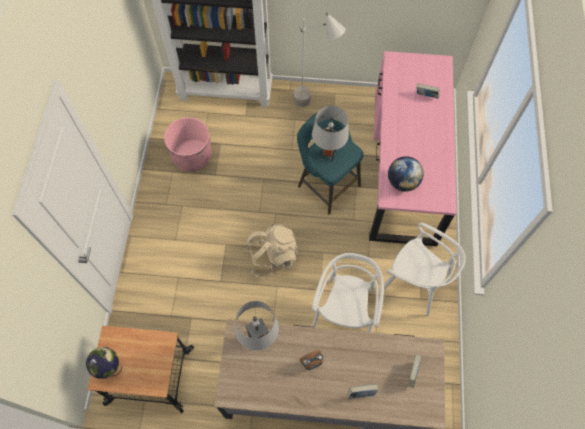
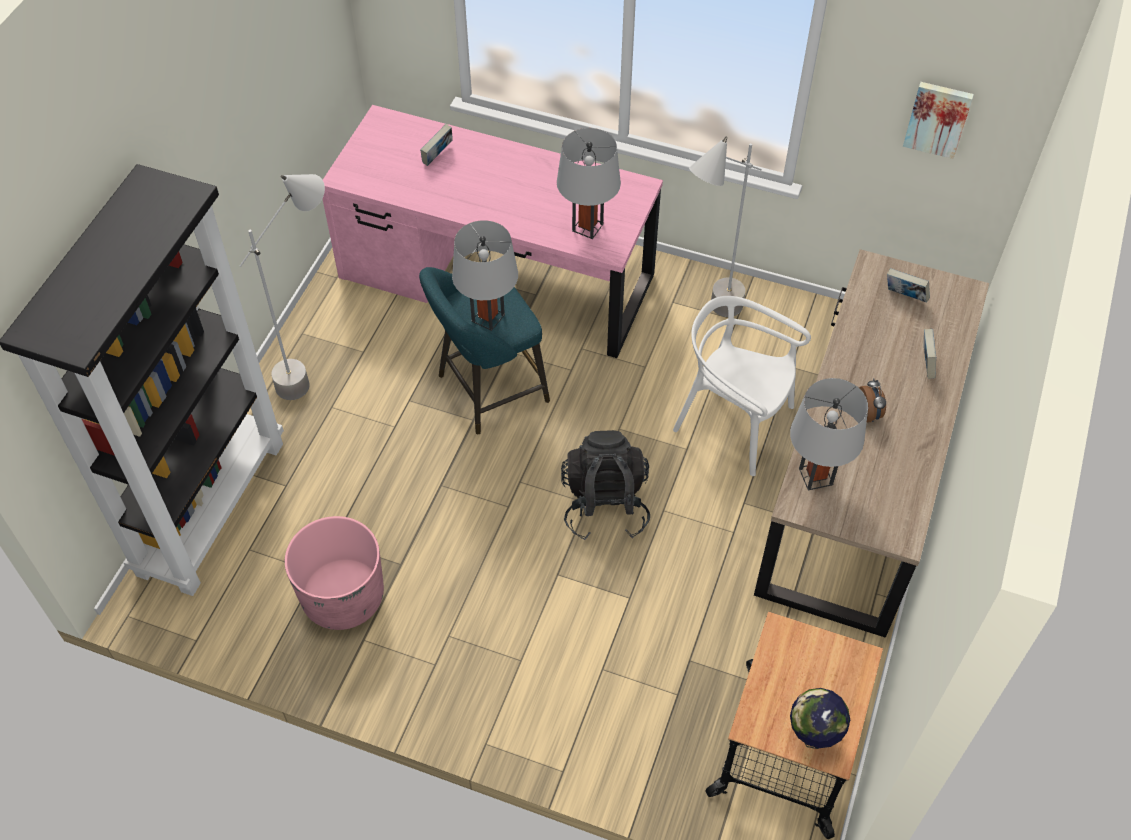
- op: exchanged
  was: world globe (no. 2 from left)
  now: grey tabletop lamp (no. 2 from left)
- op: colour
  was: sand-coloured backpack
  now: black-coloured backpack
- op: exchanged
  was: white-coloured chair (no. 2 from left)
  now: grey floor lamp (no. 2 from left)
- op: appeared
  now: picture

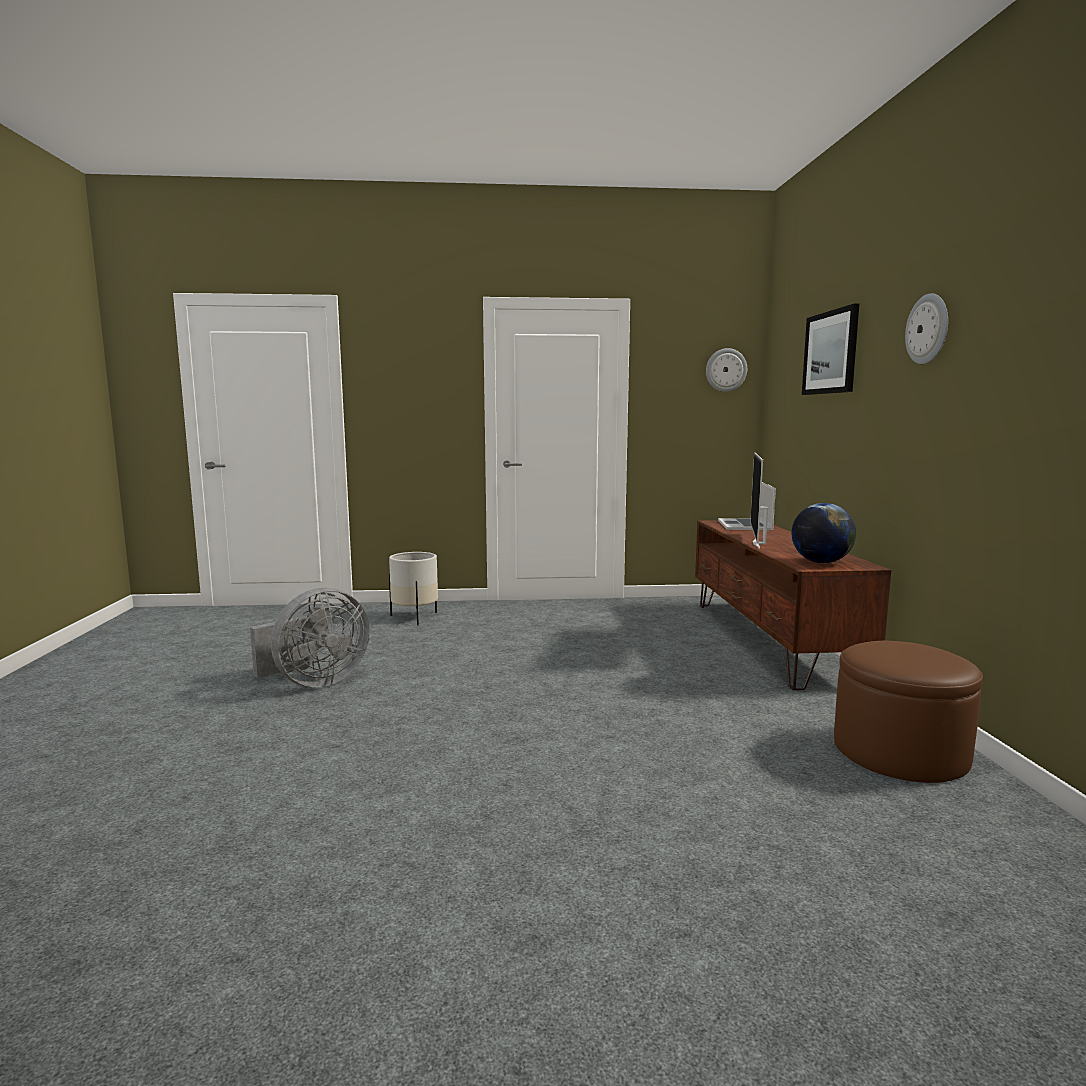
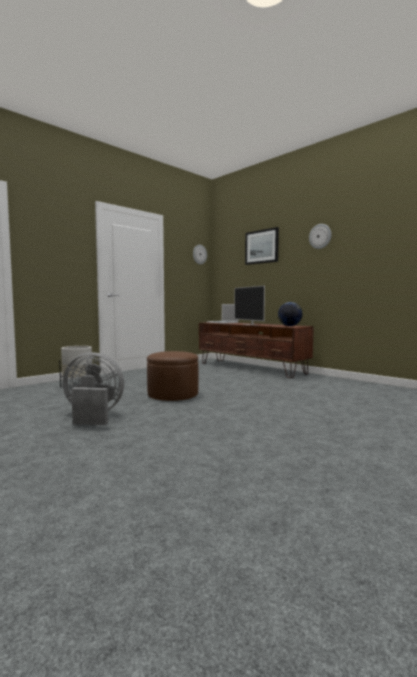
- op: spun
  was: grey fan
  clockwise: -90
- op: relocated
  was: brownish pouffe

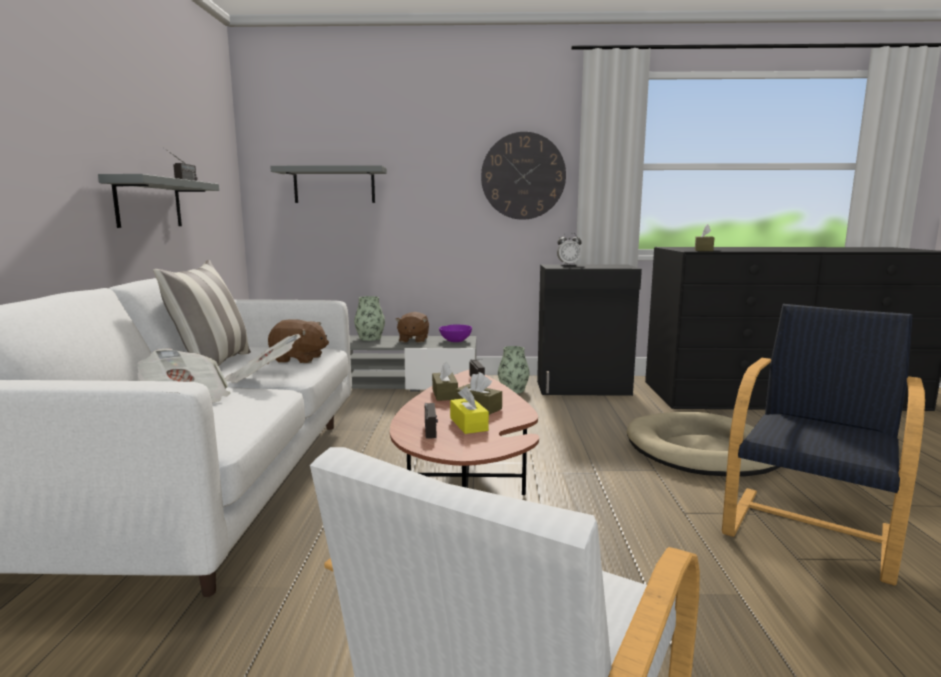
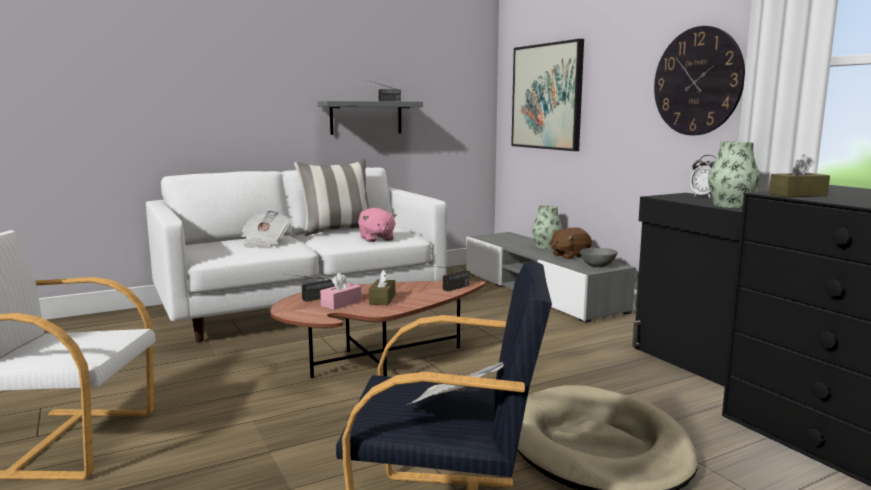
- op: colour
  was: yellow-coloured tissue box
  now: pink tissue box
- op: colour
  was: brownish soft toy (no. 1 from left)
  now: pink soft toy
- op: relocated
  was: daily paper (no. 2 from left)
- op: exchanged
  was: grey wall shelf (no. 2 from left)
  now: picture
- op: colour
  was: purple-coloured serving bowl
  now: grey serving bowl
- op: relocated
  was: decorative vase (no. 2 from left)
- op: missing
  was: brownish tissue box (no. 1 from left)

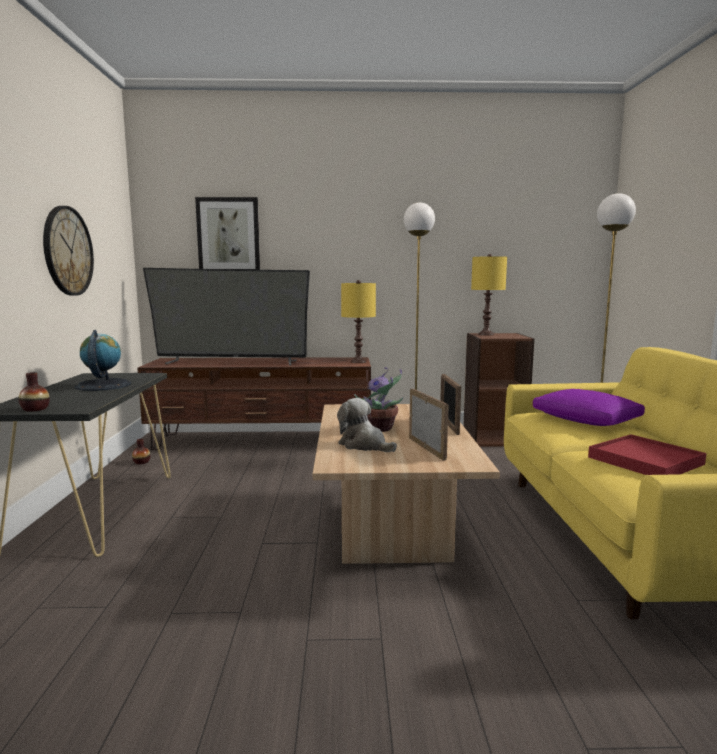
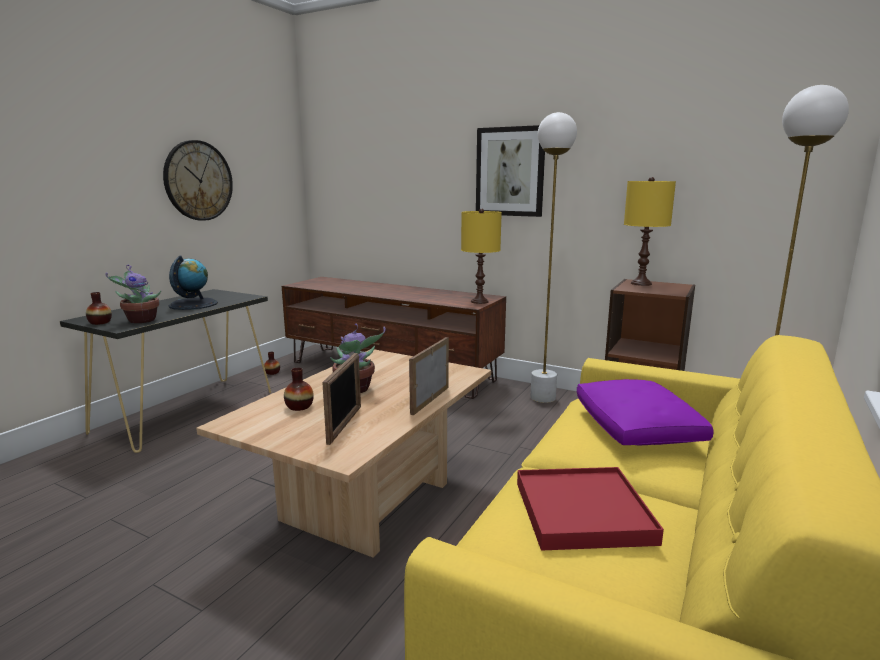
- op: appeared
  now: houseplant (no. 1 from left)
- op: exchanged
  was: soft toy
  now: decorative vase (no. 3 from left)
- op: relocated
  was: picture
- op: missing
  was: TV set

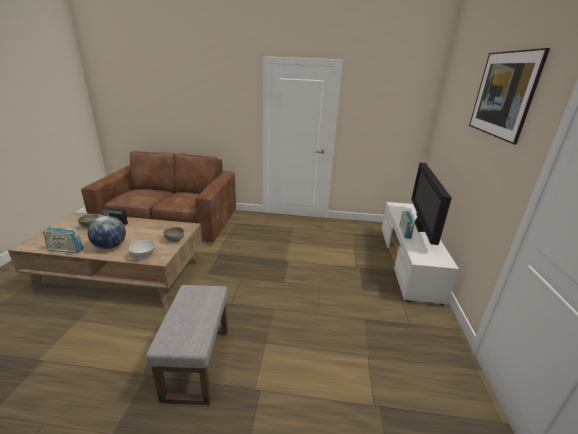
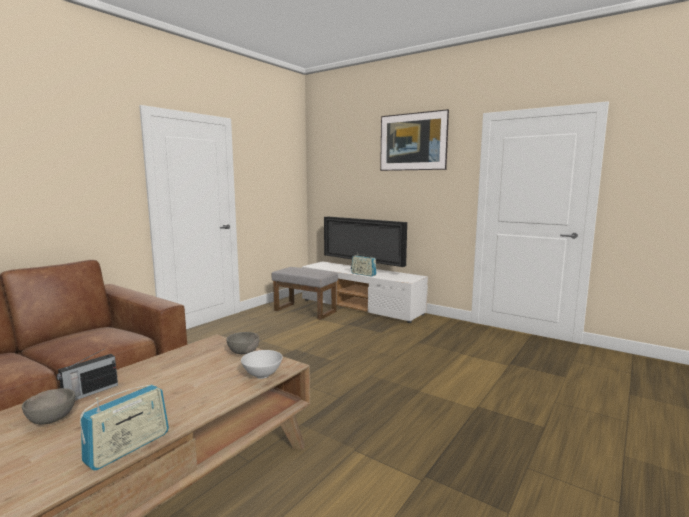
- op: relocated
  was: grey pouffe
- op: missing
  was: world globe

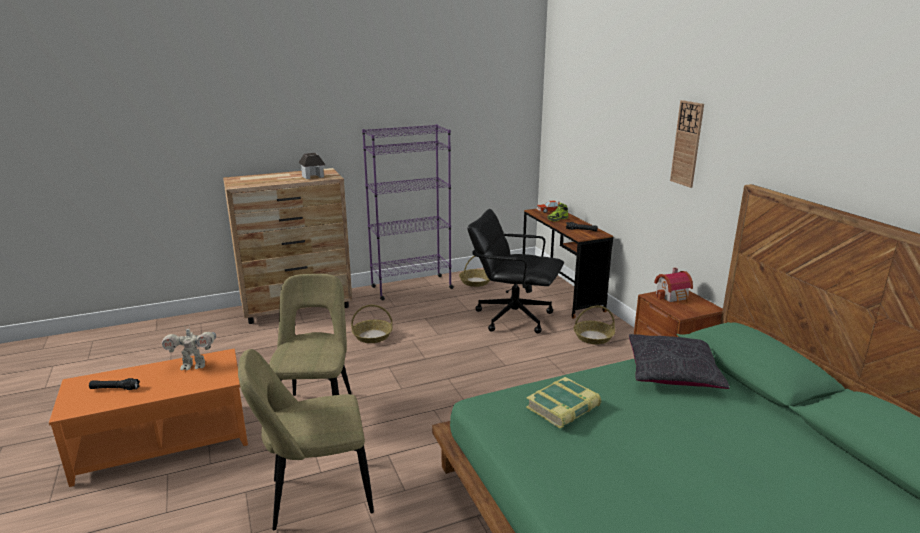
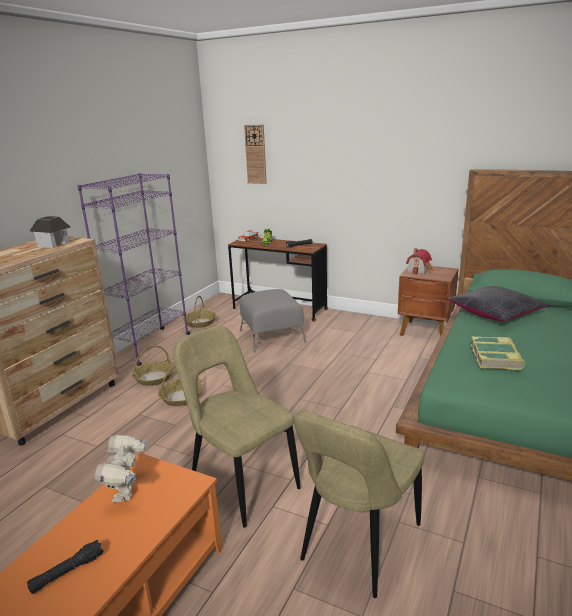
- op: spun
  was: model robot
  clockwise: 135
- op: relocated
  was: household basket (no. 3 from left in the first image)
  now: household basket (no. 1 from left)
- op: exchanged
  was: black-coloured computer chair
  now: grey pouffe
- op: relocated
  was: wall clock

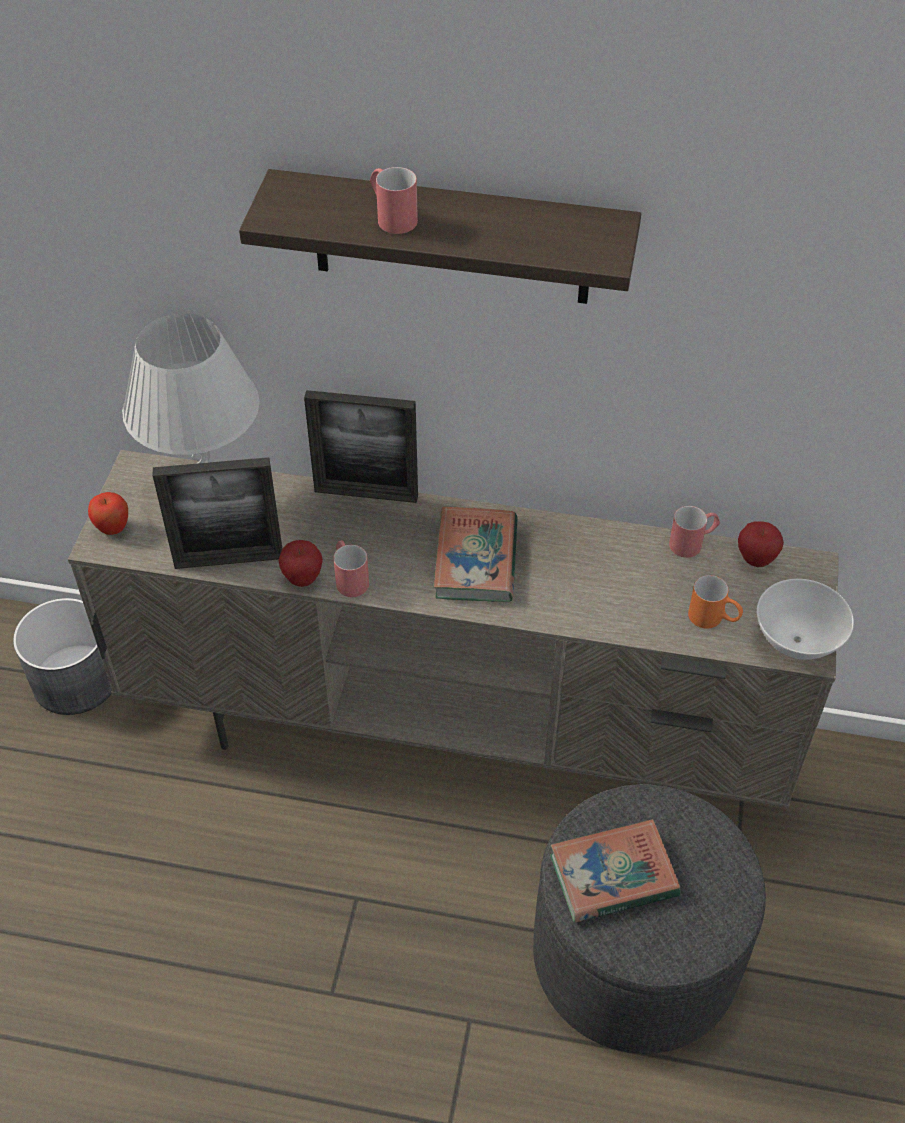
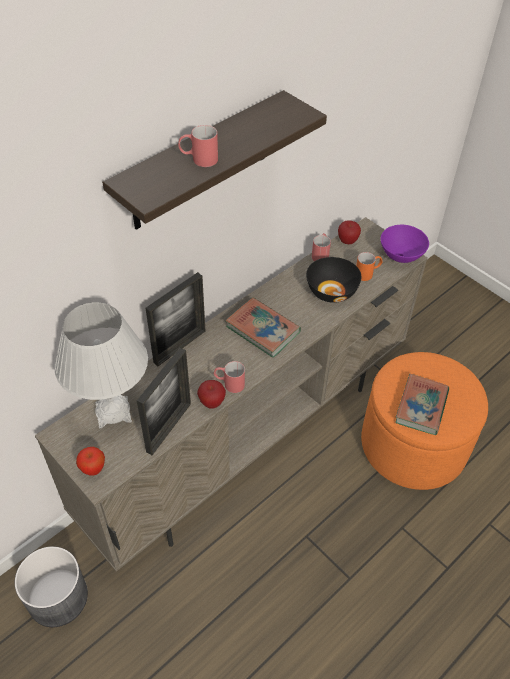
- op: appeared
  now: black-coloured serving bowl
- op: colour
  was: grey pouffe
  now: orange-coloured pouffe
- op: colour
  was: white-coloured serving bowl
  now: purple-coloured serving bowl

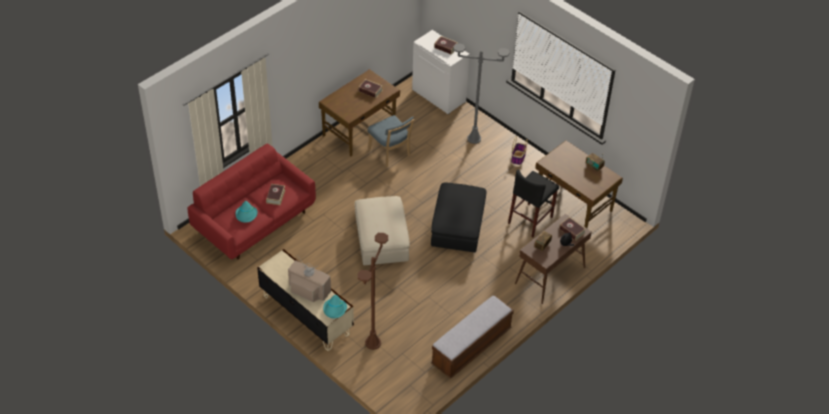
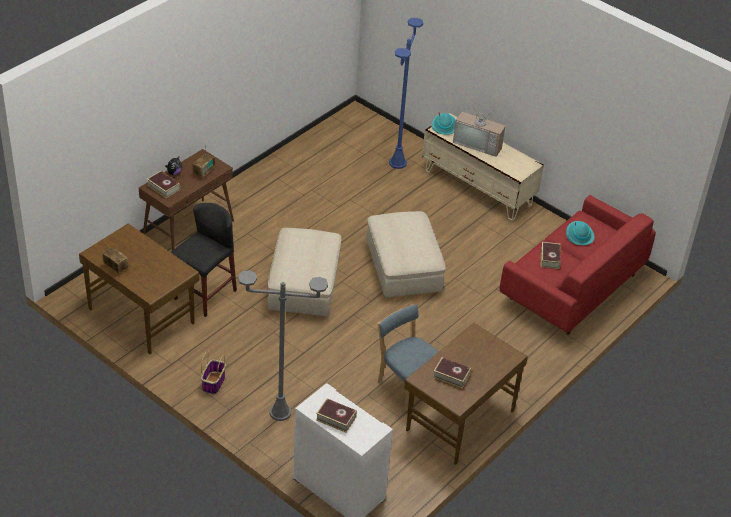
- op: colour
  was: black-coloured pouffe
  now: sand-coloured pouffe (no. 1 from left)
- op: colour
  was: brownish floor lamp
  now: blue-coloured floor lamp
- op: missing
  was: long seat

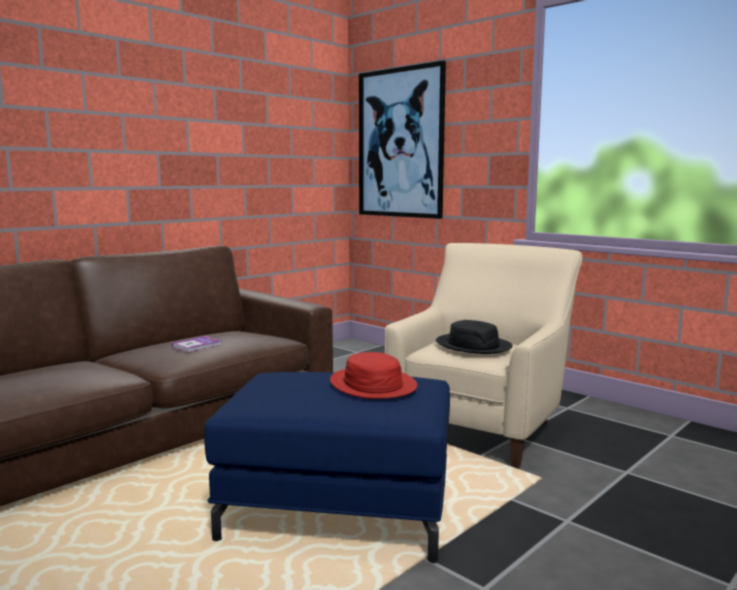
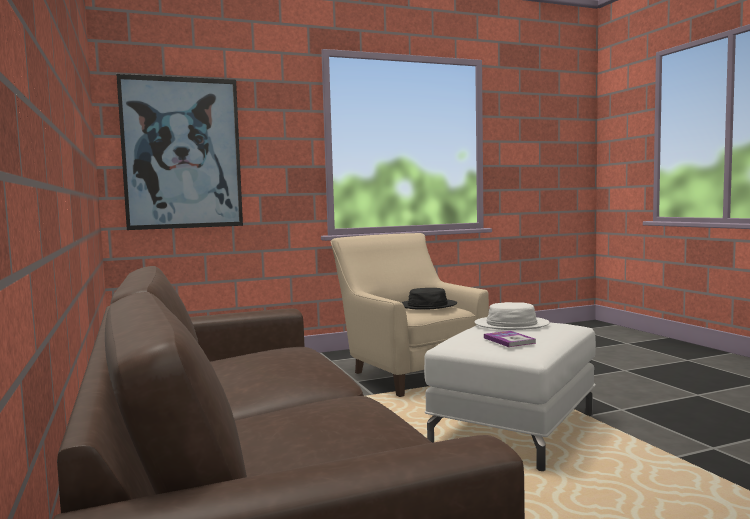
- op: colour
  was: blue-coloured pouffe
  now: white-coloured pouffe
- op: colour
  was: reddish hat
  now: white-coloured hat
- op: relocated
  was: book

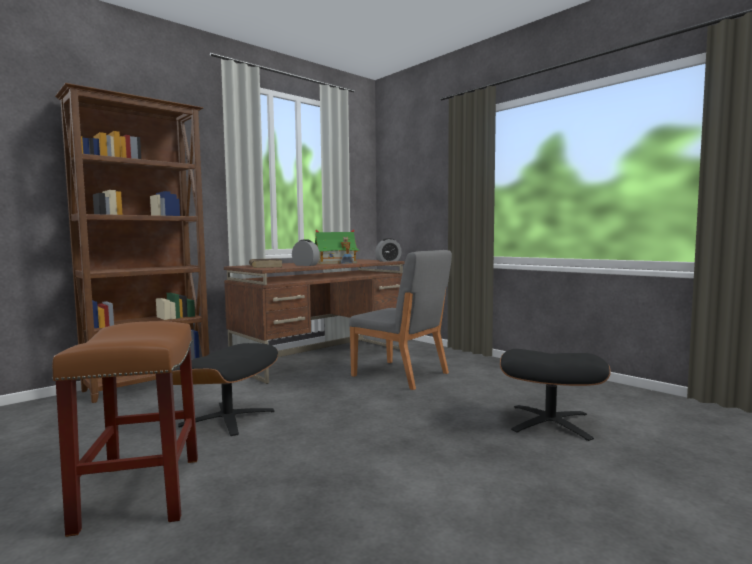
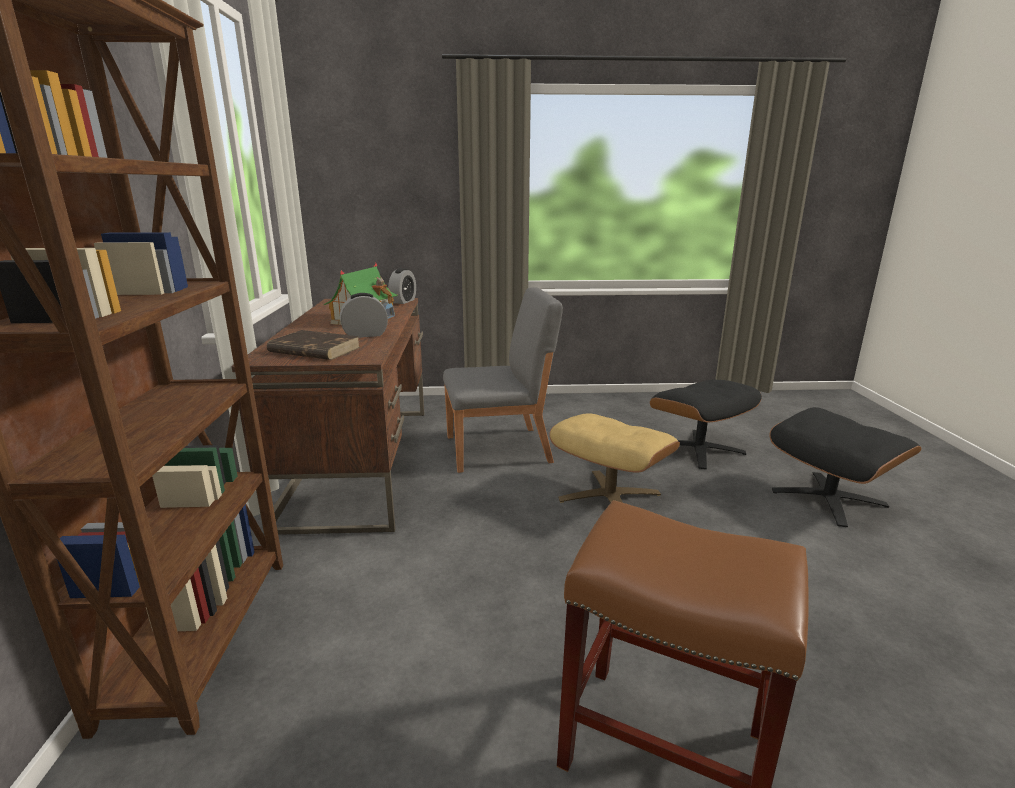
- op: appeared
  now: sand-coloured pouffe
- op: relocated
  was: black-coloured pouffe (no. 1 from left in the first image)
  now: black-coloured pouffe (no. 2 from left)

